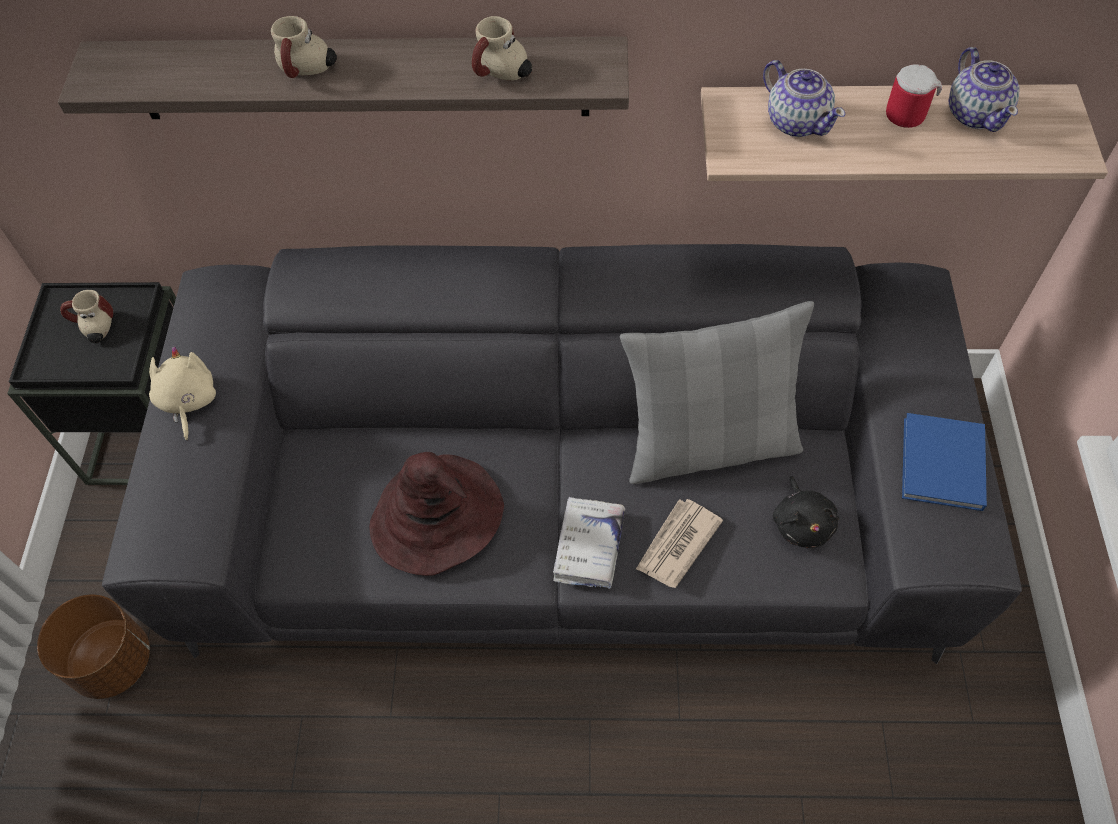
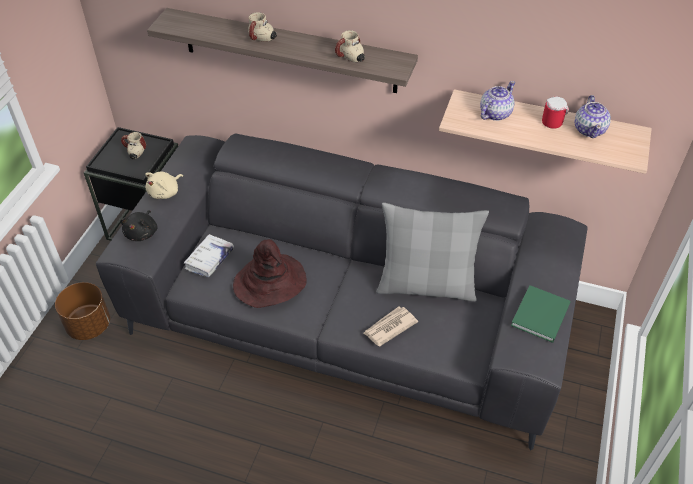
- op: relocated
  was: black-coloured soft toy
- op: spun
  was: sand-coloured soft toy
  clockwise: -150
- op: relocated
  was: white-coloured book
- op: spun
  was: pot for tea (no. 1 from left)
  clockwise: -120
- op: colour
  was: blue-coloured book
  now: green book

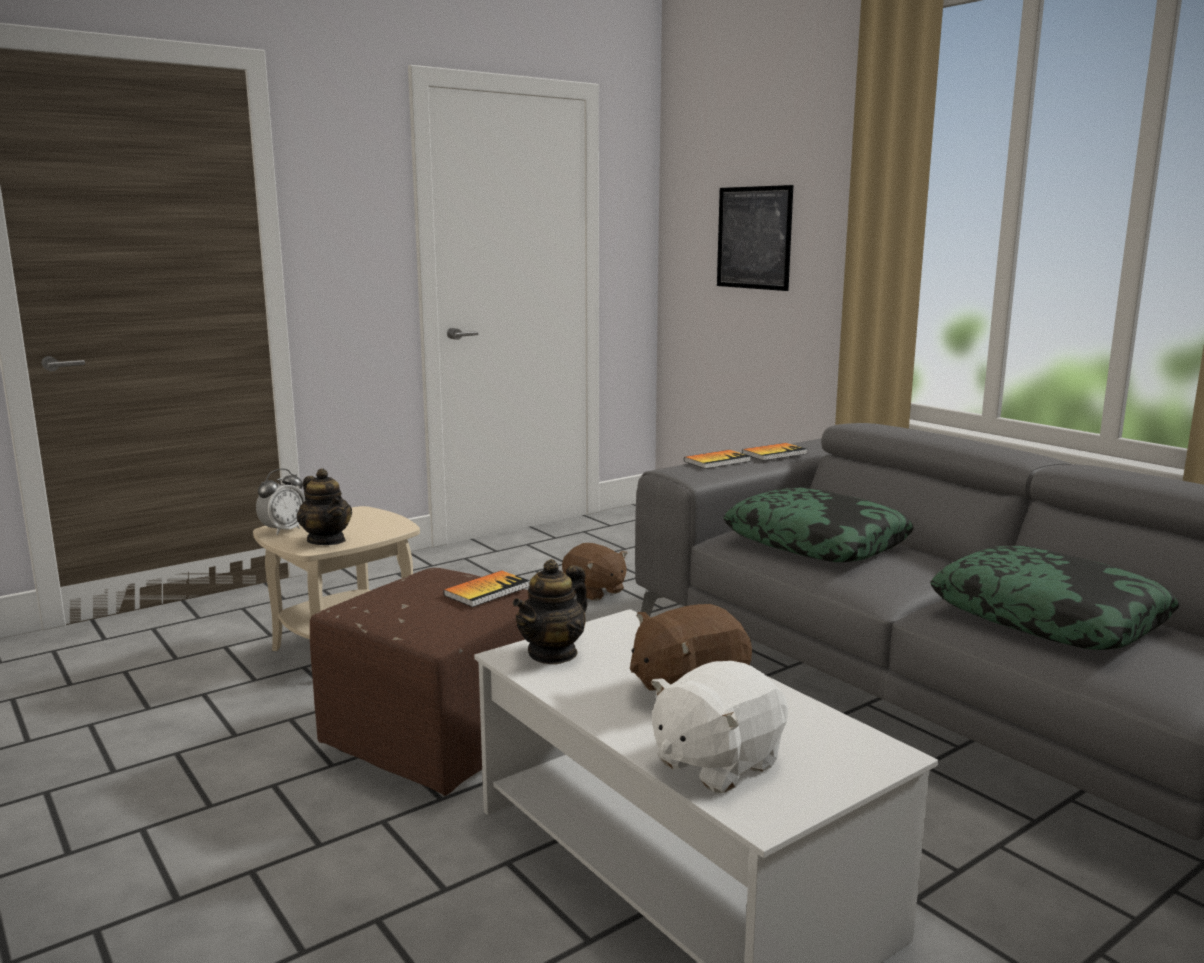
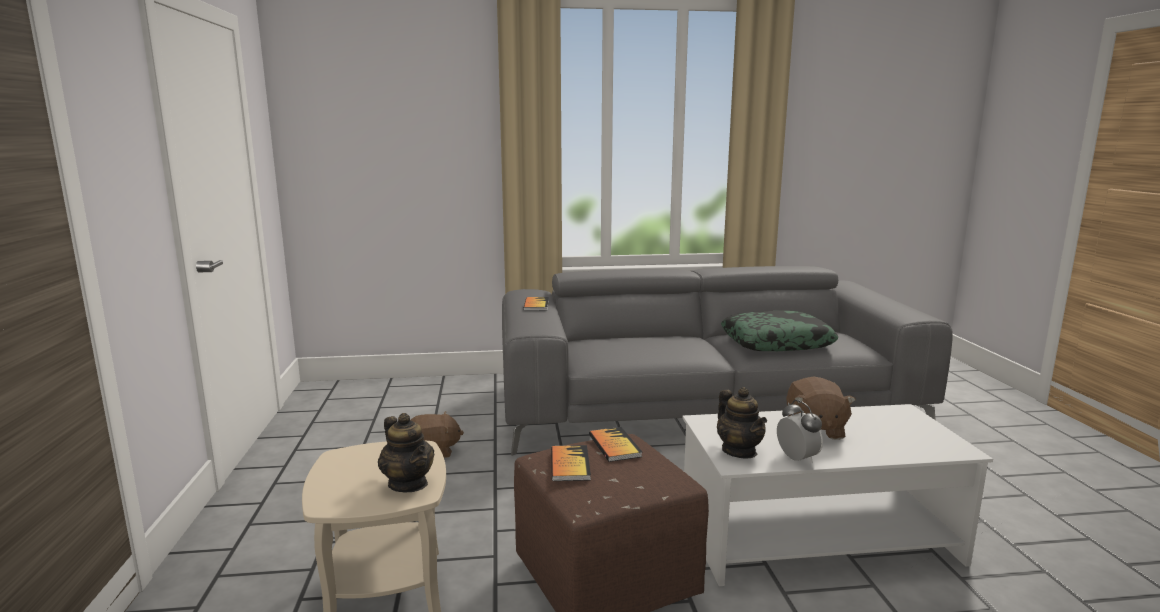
- op: spun
  was: pot for tea (no. 1 from left)
  clockwise: 60
- op: relocated
  was: book (no. 2 from left)
- op: relocated
  was: table clock
- op: missing
  was: white-coloured soft toy
- op: missing
  was: picture
- op: missing
  was: cushion (no. 1 from left)

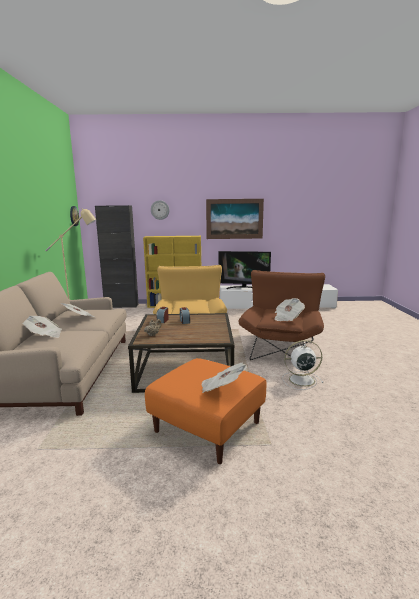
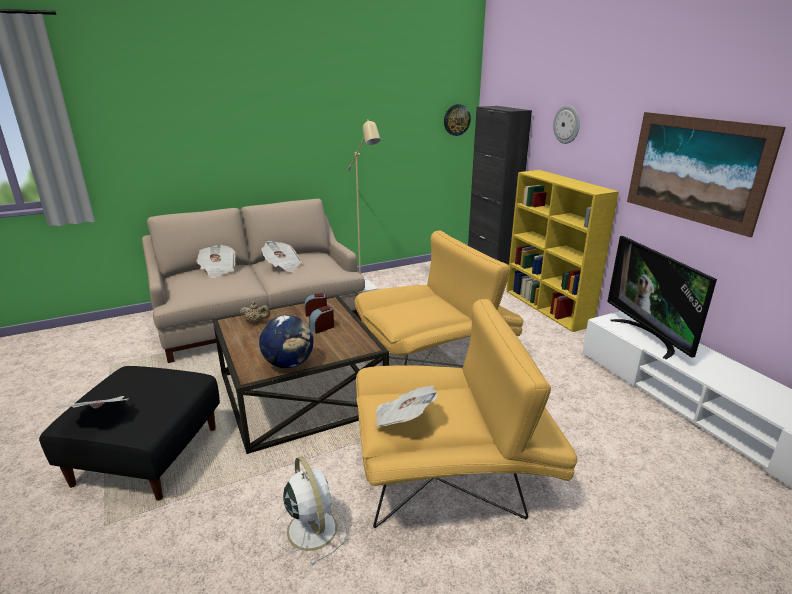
- op: colour
  was: orange-coloured pouffe
  now: black-coloured pouffe
- op: appeared
  now: world globe
- op: colour
  was: brownish lounge chair
  now: yellow-coloured lounge chair (no. 2 from left)

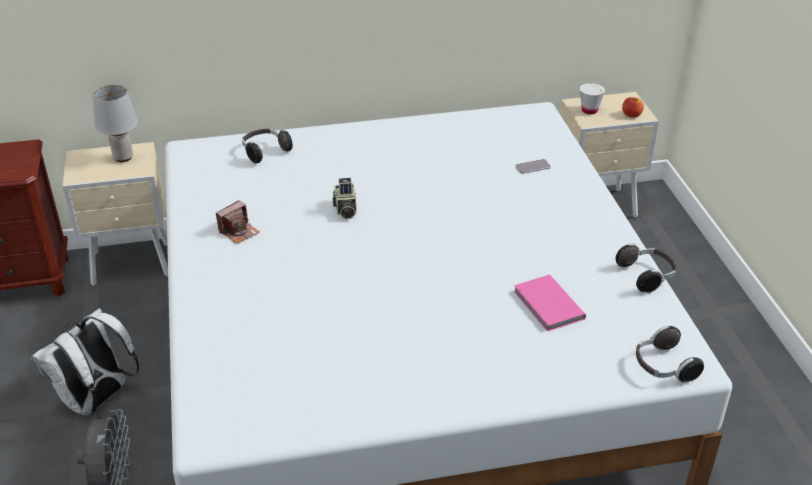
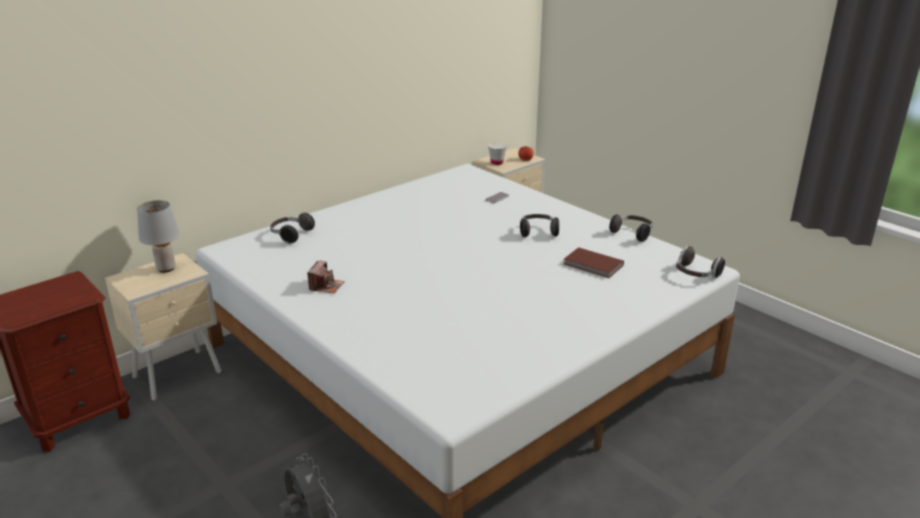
- op: appeared
  now: pair of headphones (no. 2 from left)
- op: colour
  was: pink book
  now: brownish book
- op: missing
  was: white-coloured backpack
- op: missing
  was: photo camera (no. 2 from left)

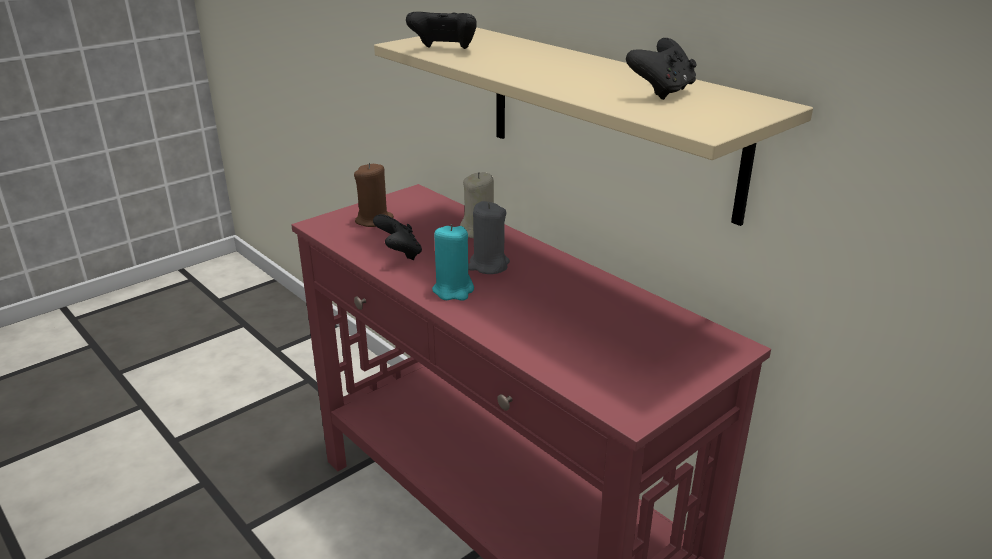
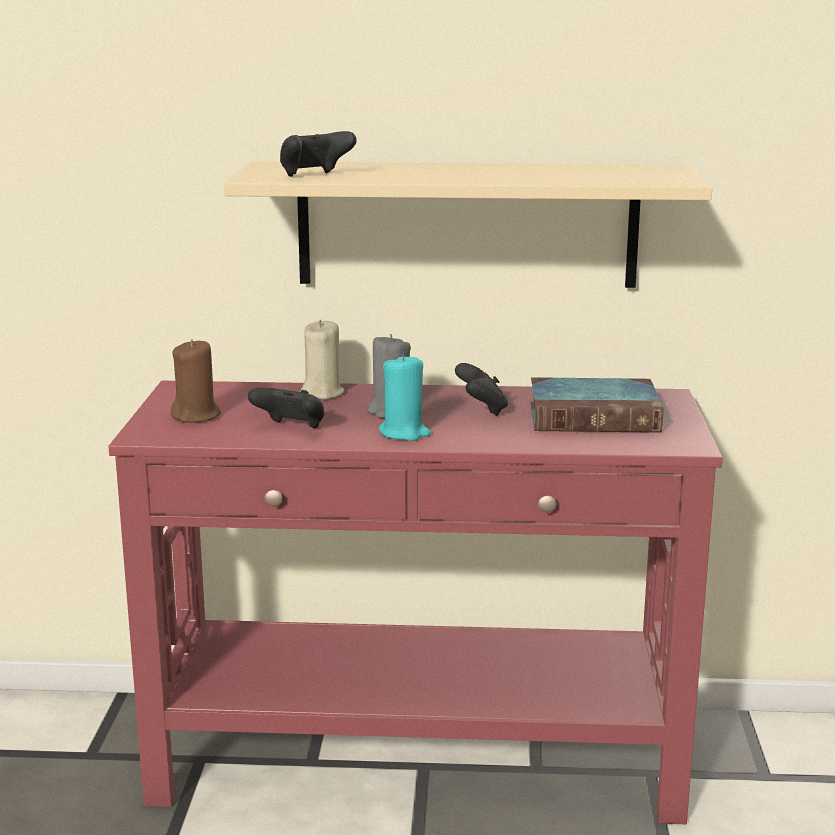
- op: relocated
  was: black-coloured gamepad (no. 3 from left)
- op: appeared
  now: book

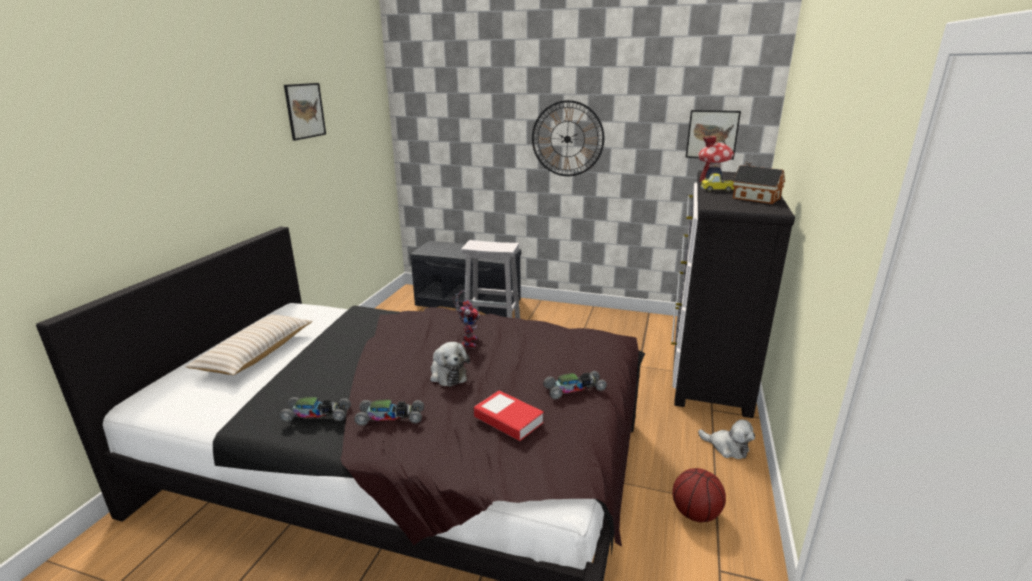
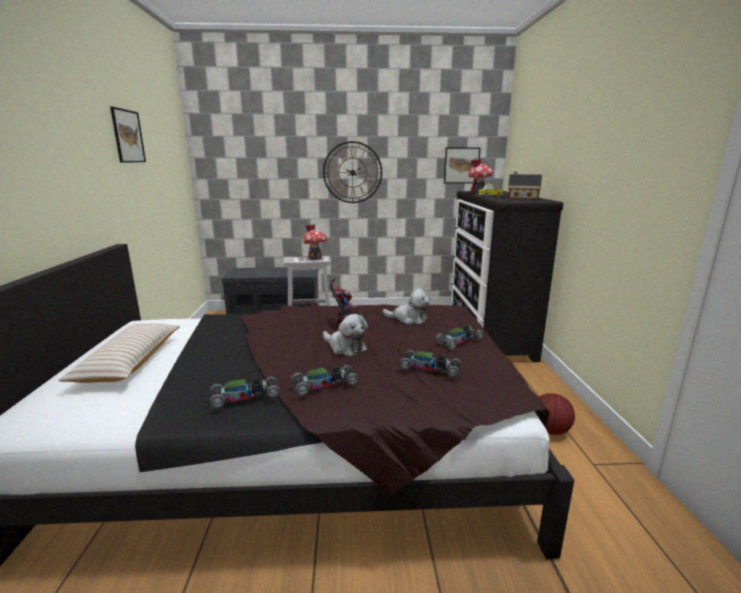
- op: appeared
  now: toy house (no. 1 from left)
- op: relocated
  was: soft toy (no. 2 from left)
- op: exchanged
  was: book
  now: toy car (no. 3 from left)

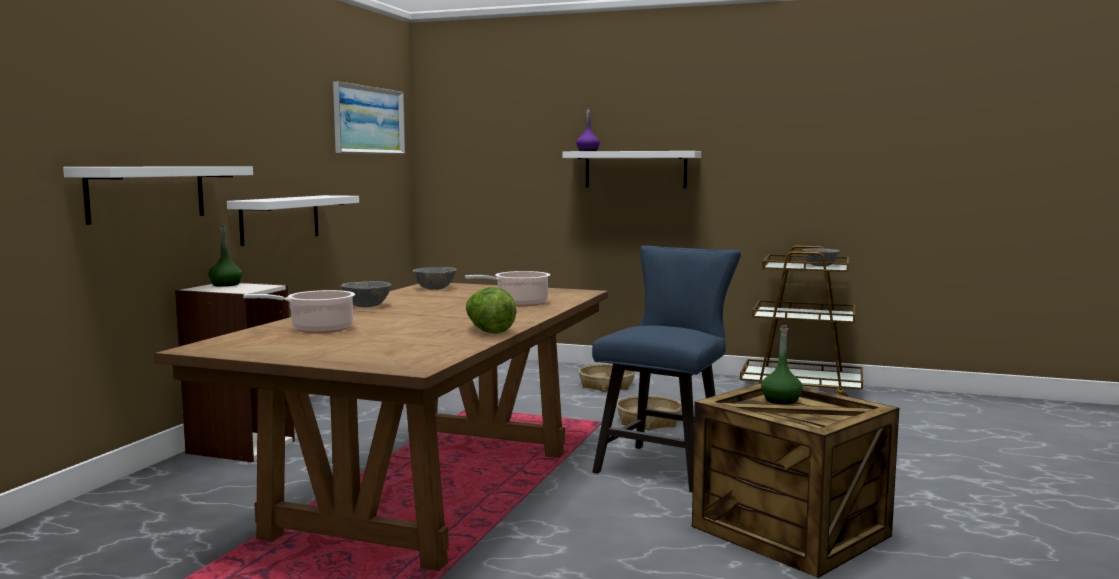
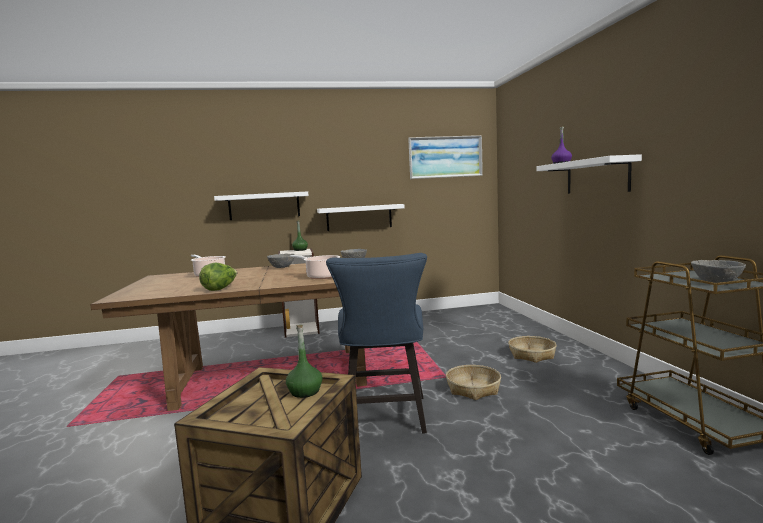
- op: spun
  was: blue-coloured chair
  clockwise: 90

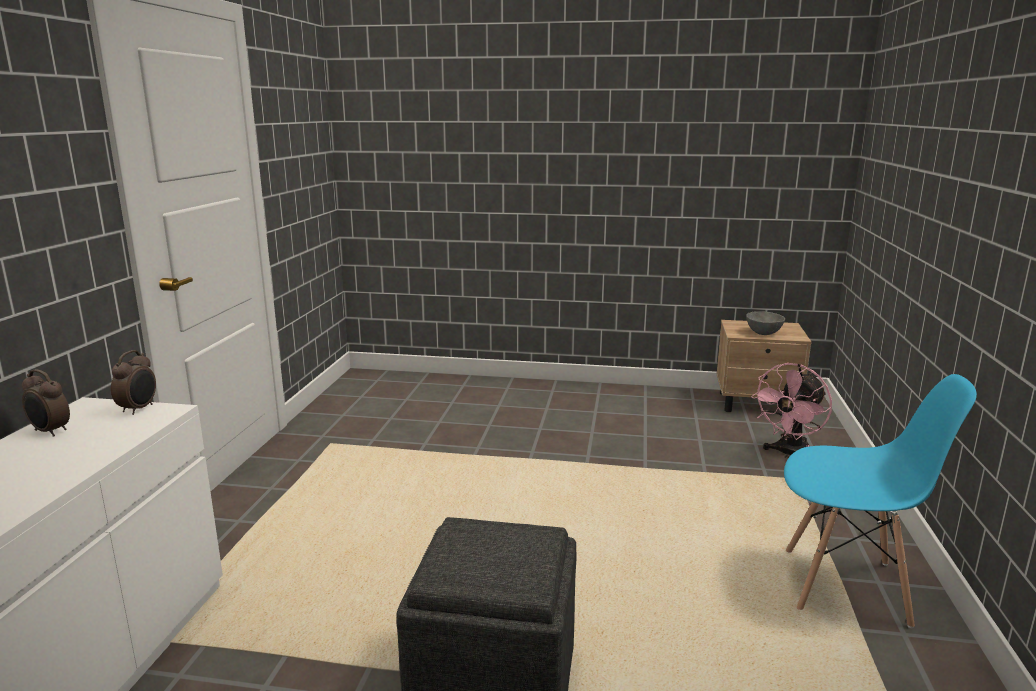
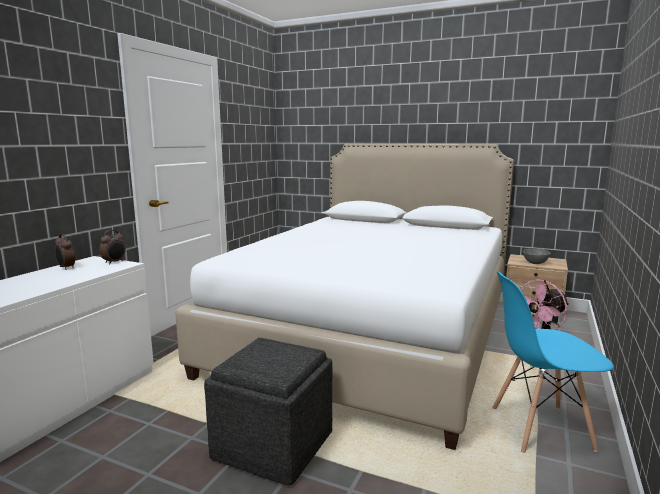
- op: appeared
  now: white-coloured bed
- op: spun
  was: blue-coloured chair
  clockwise: 150

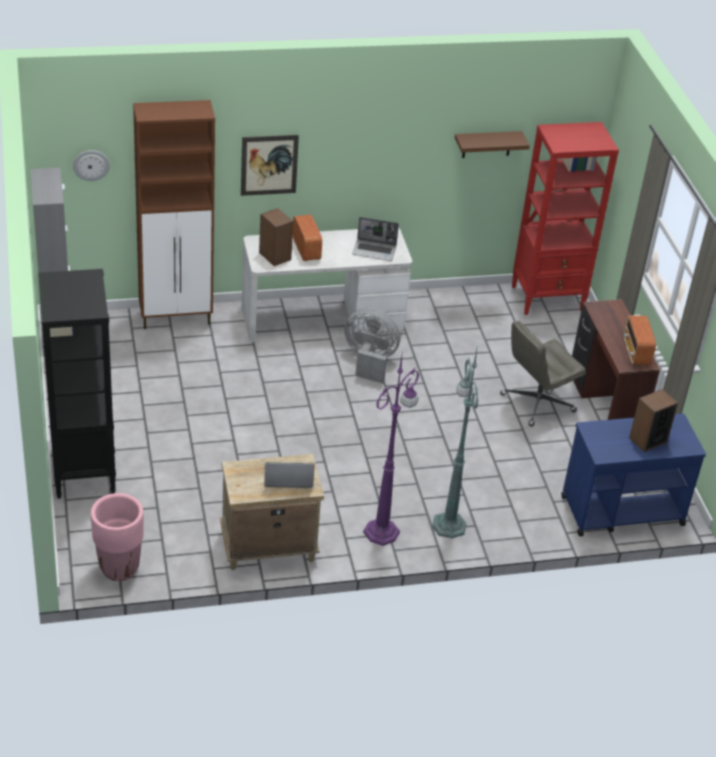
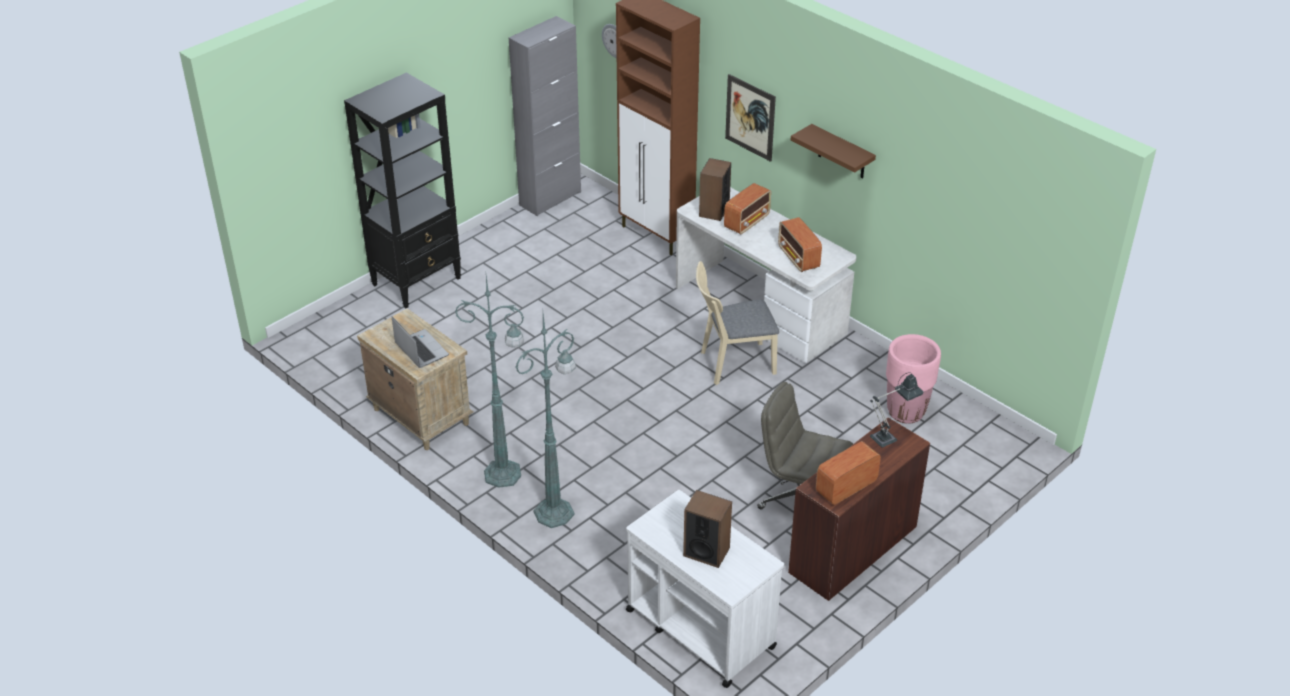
- op: colour
  was: purple-coloured floor lamp
  now: green floor lamp (no. 1 from left)
- op: colour
  was: blue-coloured cart
  now: white-coloured cart
- op: exchanged
  was: grey fan
  now: sand-coloured chair
- op: exchanged
  was: notebook computer (no. 2 from left)
  now: radio (no. 2 from left)
- op: relocated
  was: brownish wall shelf
- op: appeared
  now: tabletop lamp
- op: relocated
  was: pink flower pot
- op: missing
  was: reddish shelving unit

